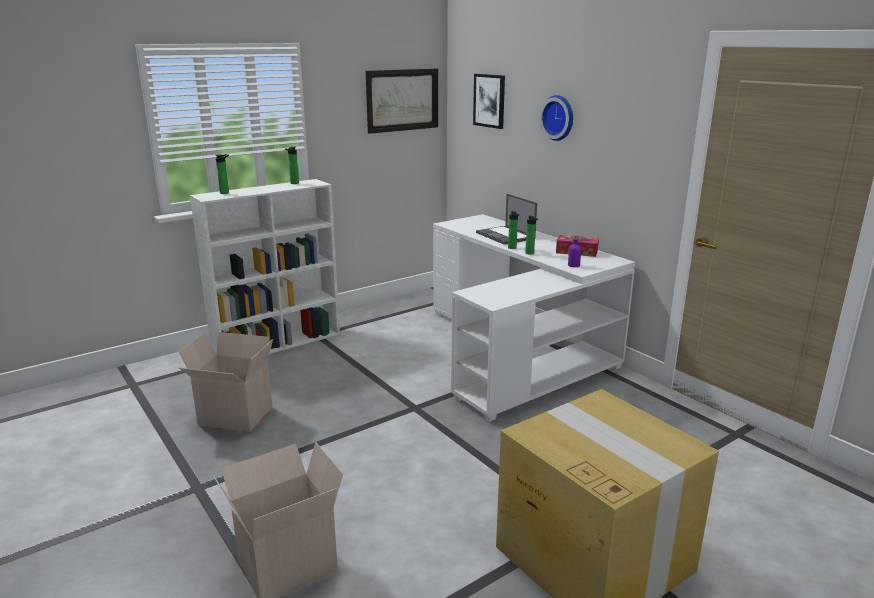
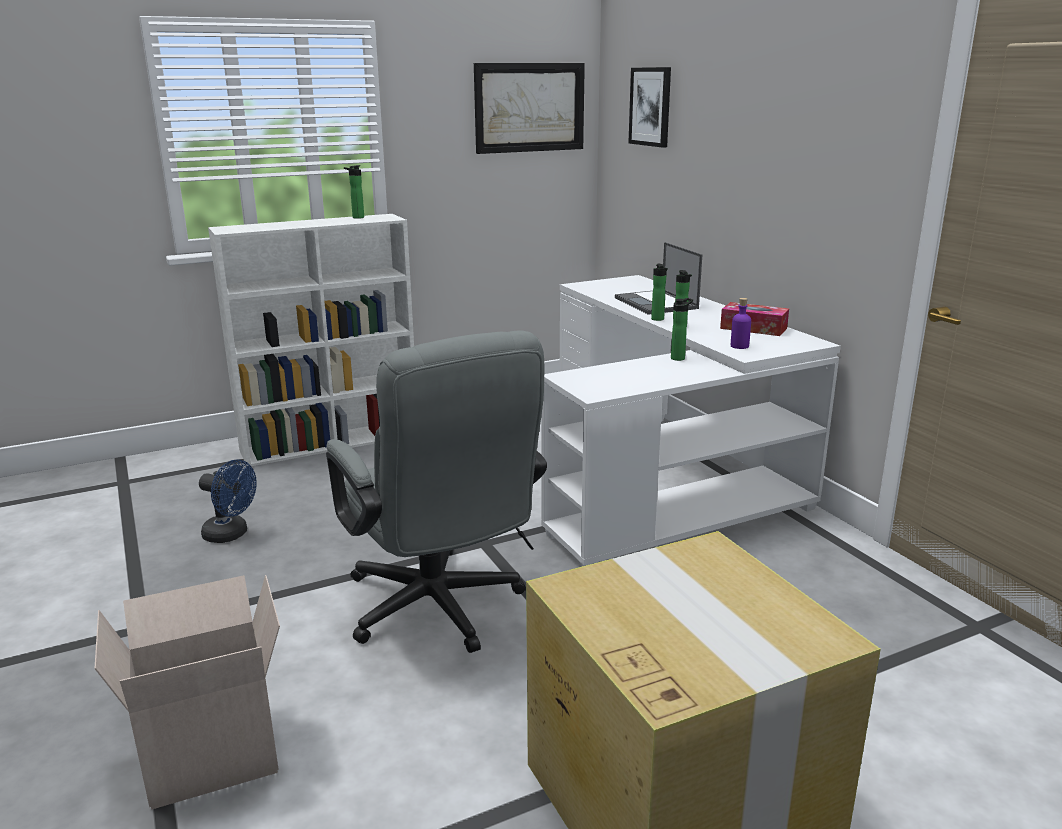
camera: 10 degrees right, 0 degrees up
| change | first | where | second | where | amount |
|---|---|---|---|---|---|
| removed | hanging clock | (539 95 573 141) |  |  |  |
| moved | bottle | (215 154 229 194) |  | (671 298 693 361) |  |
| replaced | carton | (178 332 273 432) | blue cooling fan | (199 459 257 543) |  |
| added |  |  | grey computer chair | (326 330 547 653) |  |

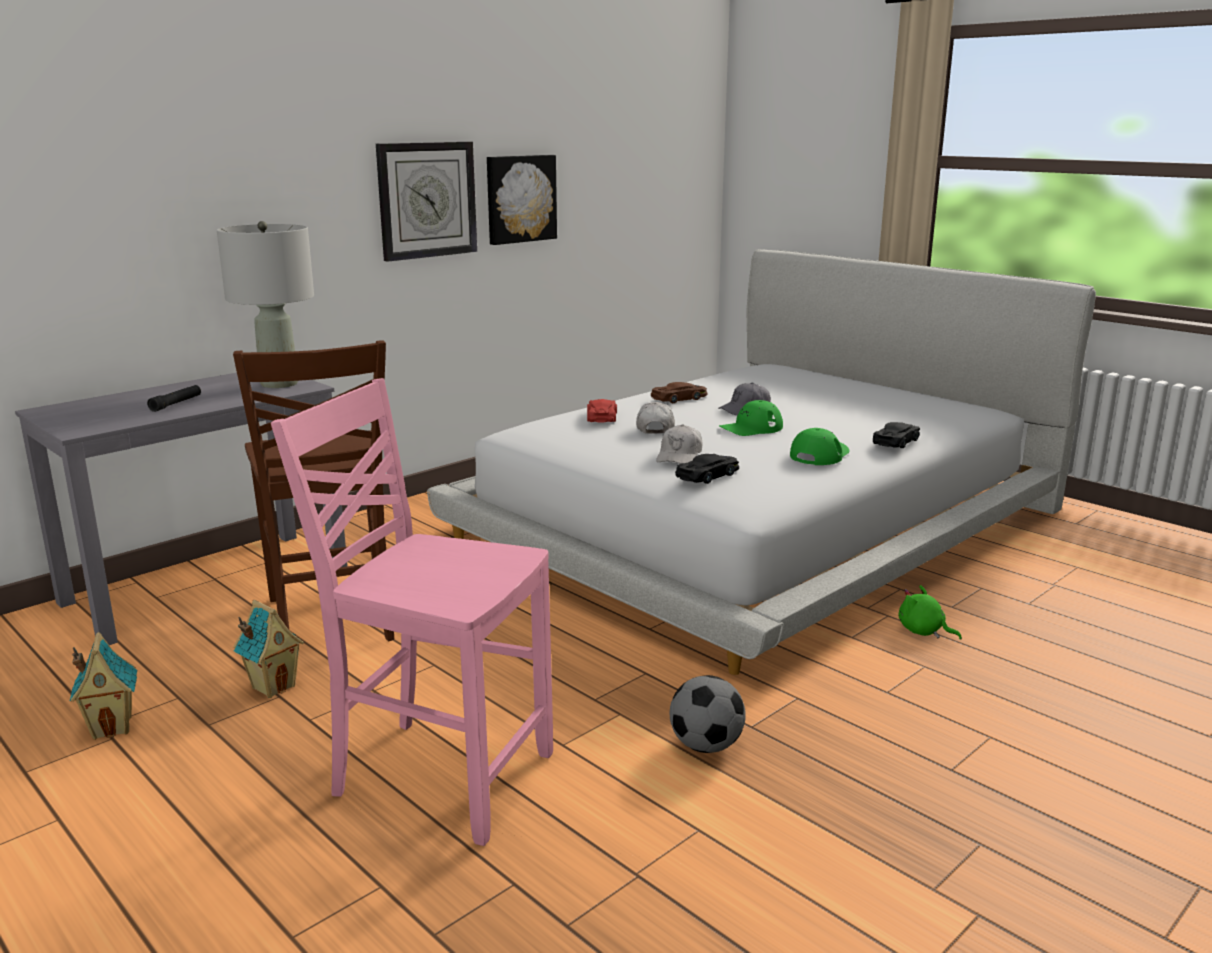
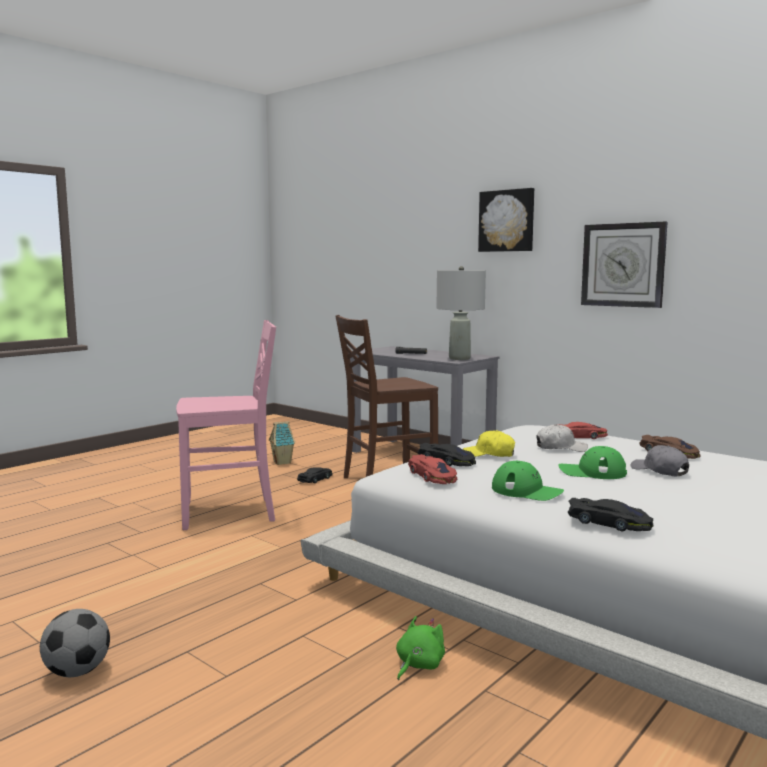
camera: 85 degrees right, 10 degrees down
| change | first | where | second | where | amount |
|---|---|---|---|---|---|
| moved | wall art | (487 155 557 245) |  | (478 188 534 252) |  |
| turned | pink chair | (271 378 553 846) |  | (176 320 276 530) | 60 degrees clockwise |
| turned | greenish peaked cap | (719 400 783 436) |  | (558 446 627 479) | 45 degrees counterclockwise |
| recoloured | white peaked cap | (656 424 703 464) | yellow-coloured peaked cap | (463 430 515 457) |  |
| replaced | toy house | (233 600 304 698) | blackish toy car | (297 467 333 483) |  |
| moved | ball for football | (670 675 746 753) |  | (40 609 110 677) |  |
| added |  |  | reddish toy car | (408 454 457 484) |  |

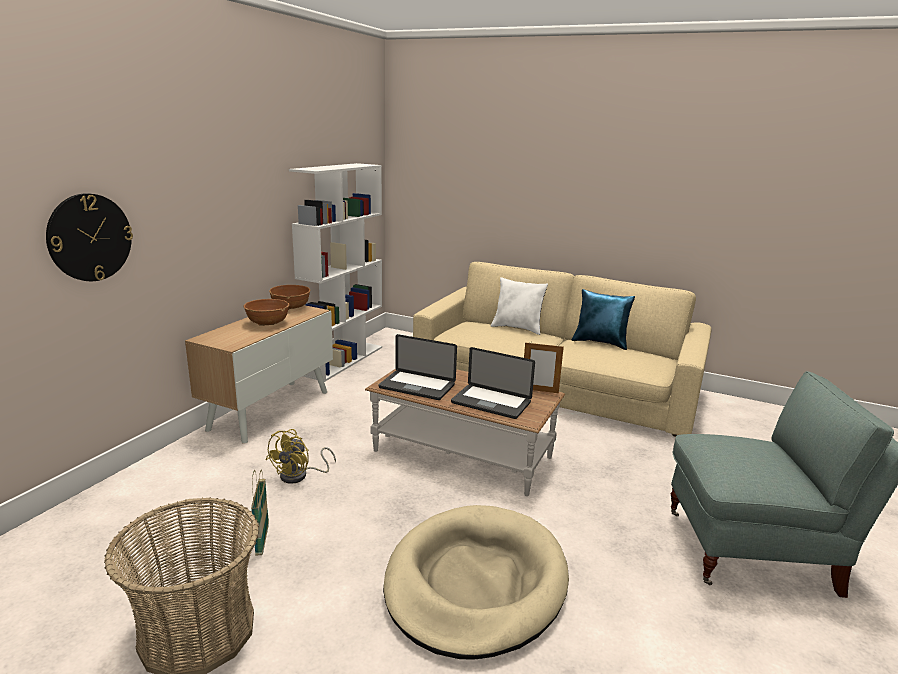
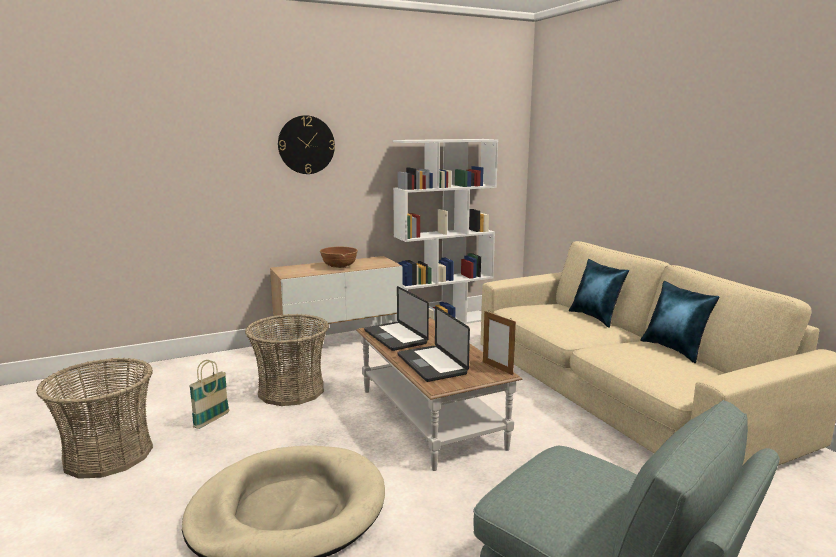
camera: 40 degrees right, 5 degrees down
| change | first | where | second | where | amount |
|---|---|---|---|---|---|
| moved | hanging clock | (46 193 133 281) |  | (278 115 335 174) |  |
| recoloured | white throw pillow | (491 277 548 335) | blue throw pillow | (569 259 629 327) |  |
| removed | brownish bowl | (269 285 310 310) |  |  |  |
| replaced | yellow-coloured cooling fan | (266 429 336 484) | household basket | (245 314 329 406) |  |

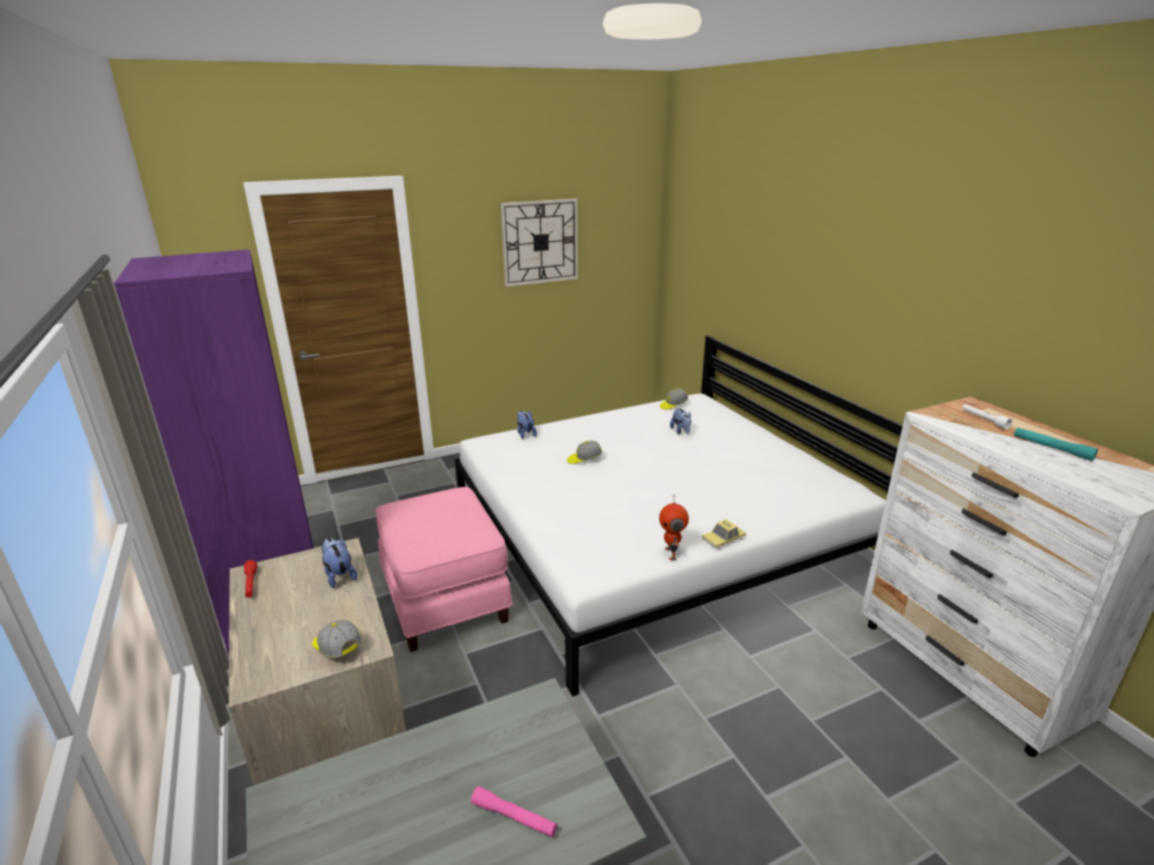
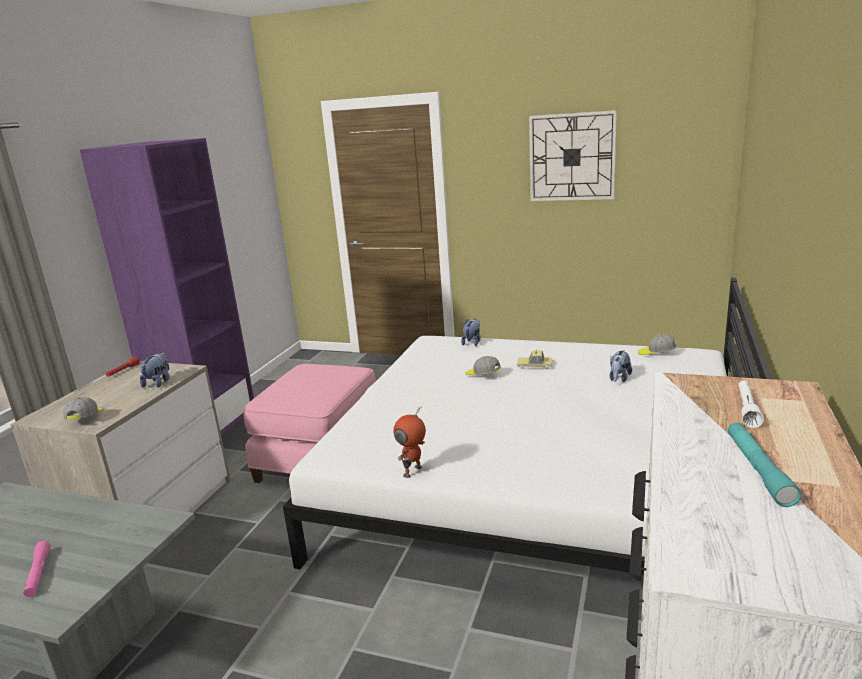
camera: 45 degrees right, 5 degrees down
| change | first | where | second | where | amount |
|---|---|---|---|---|---|
| moved | toy car | (702 519 746 549) |  | (517 349 552 369) |  |

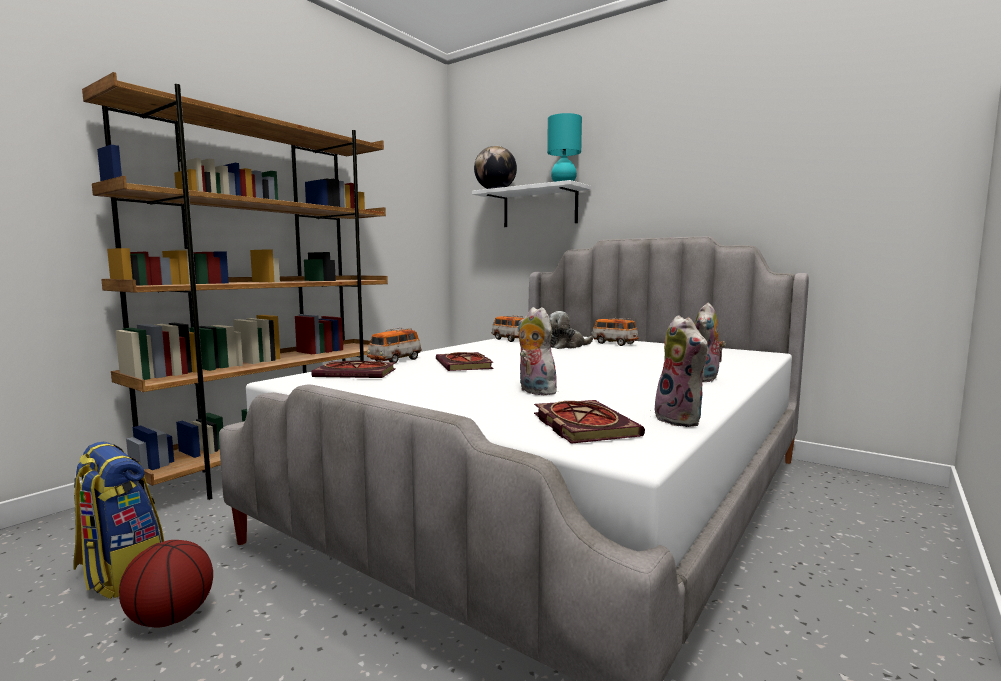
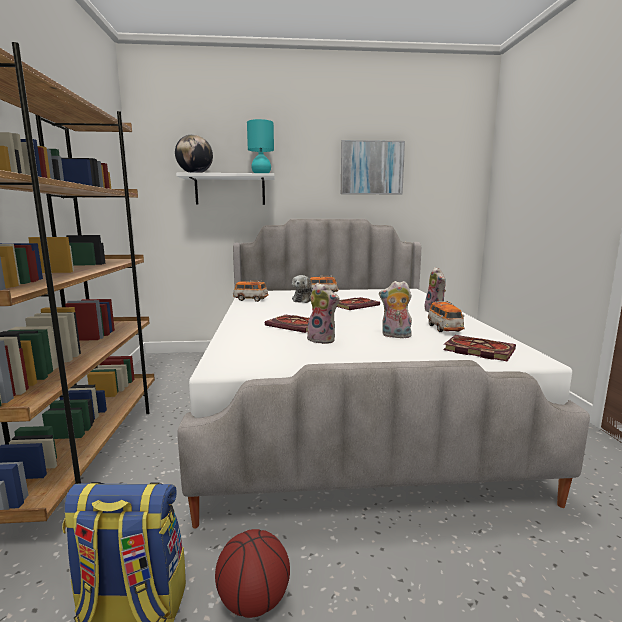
camera: 40 degrees left, 5 degrees up
| change | first | where | second | where | amount |
|---|---|---|---|---|---|
| moved | cuddly toy | (655 315 708 427) |  | (307 283 340 344) |  |
| moved | toy car | (367 327 422 363) |  | (428 301 465 332) |  |
| moved | book | (311 360 396 378) |  | (337 297 380 310) |  |
| added |  |  | wall art | (341 140 405 194) |  |

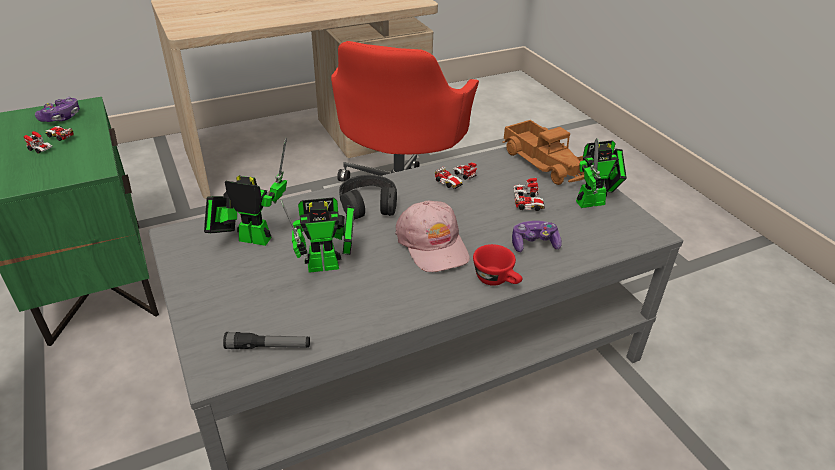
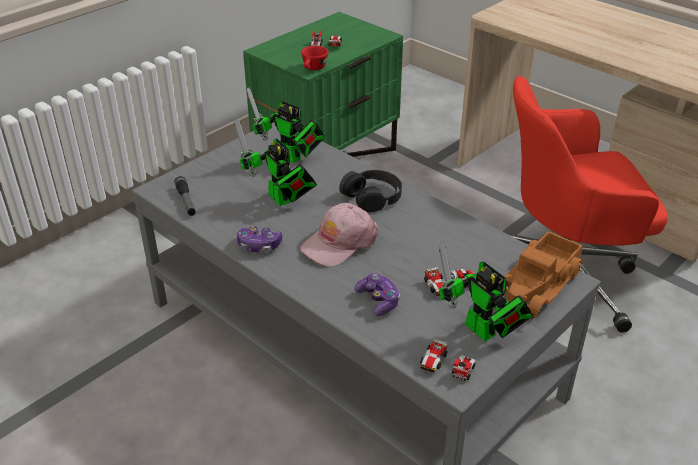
camera: 70 degrees right, 0 degrees up
| change | first | where | second | where | amount |
|---|---|---|---|---|---|
| moved | gamepad | (35 97 80 122) |  | (237 226 282 252) |  |
| turned | robot figure | (204 138 287 246) |  | (247 87 325 163) | 135 degrees clockwise |
| moved | toy car | (435 162 477 189) |  | (420 339 475 381) |  |
| moved | reddish small cup | (473 244 523 286) |  | (301 46 328 70) |  |

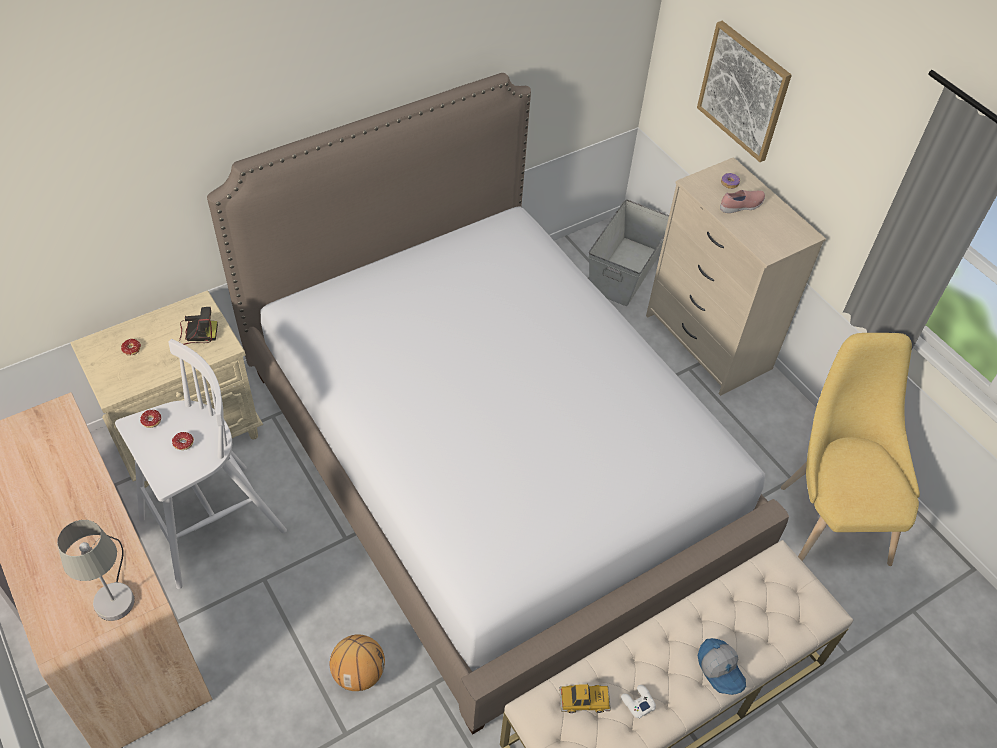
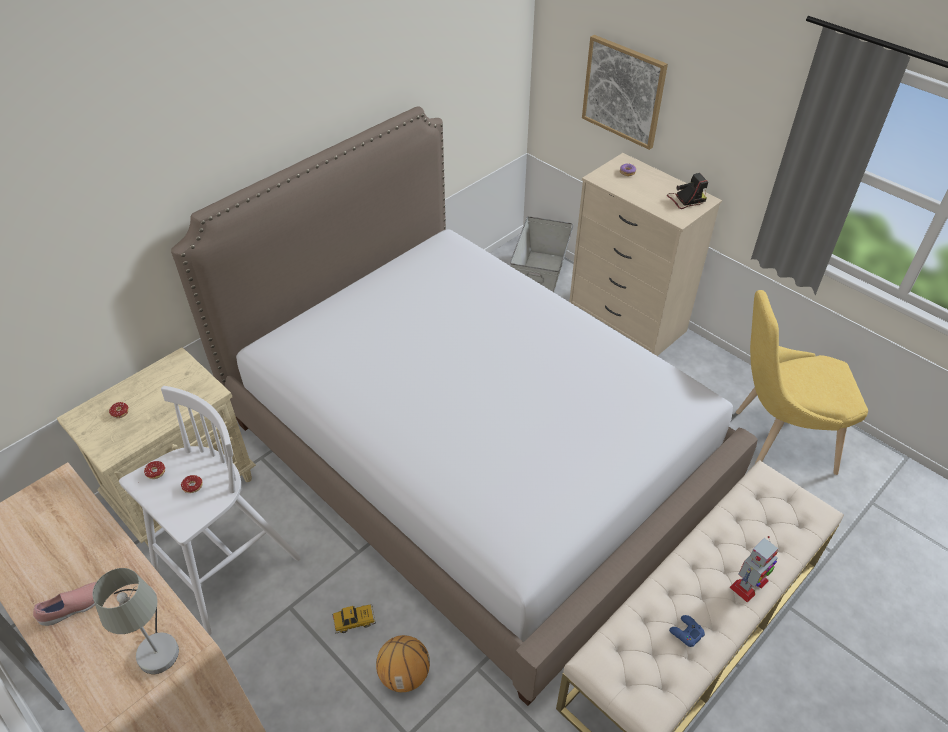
camera: 10 degrees left, 5 degrees down
| change | first | where | second | where | amount |
|---|---|---|---|---|---|
| moved | pink low shoe | (720 190 765 213) |  | (33 582 96 626) |  |
| moved | photo camera | (179 307 218 345) |  | (667 173 708 209) |  |
| turned | yellow-coloured chair | (781 333 920 566) |  | (736 290 868 475) | 75 degrees counterclockwise |
| replaced | peaked cap | (698 638 746 695) | robot figure | (729 536 778 602) |  |
| moved | toy car | (559 683 611 713) |  | (332 604 376 634) |  |
| recoloured | white gamepad | (621 685 656 719) | blue gamepad | (669 615 705 647) |  |

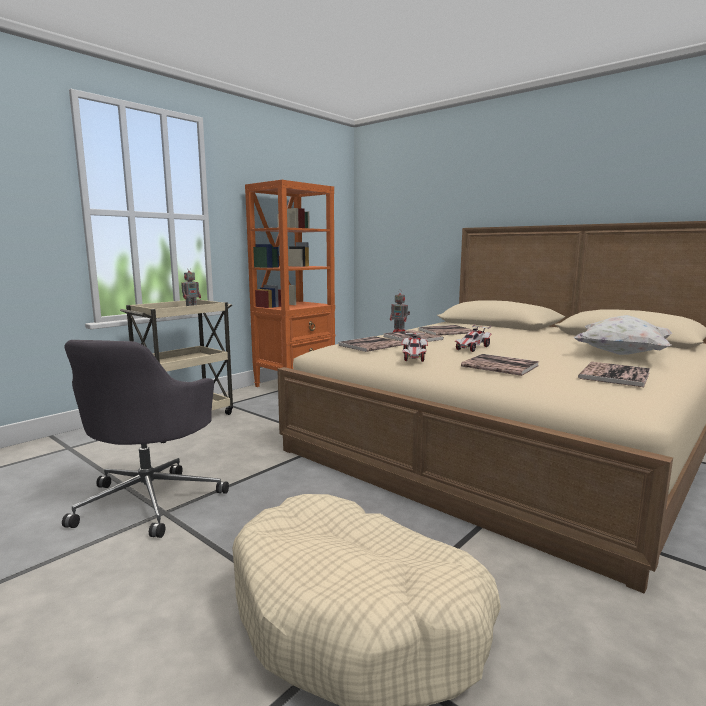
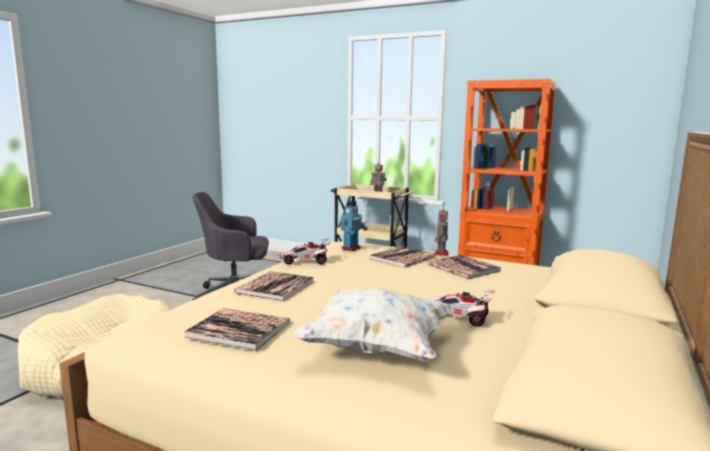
camera: 75 degrees right, 0 degrees up
| change | first | where | second | where | amount |
|---|---|---|---|---|---|
| moved | toy car | (455 324 492 352) |  | (431 290 496 327) |  |
| replaced | book | (338 336 402 352) | robot figure | (341 201 368 251) |  |

